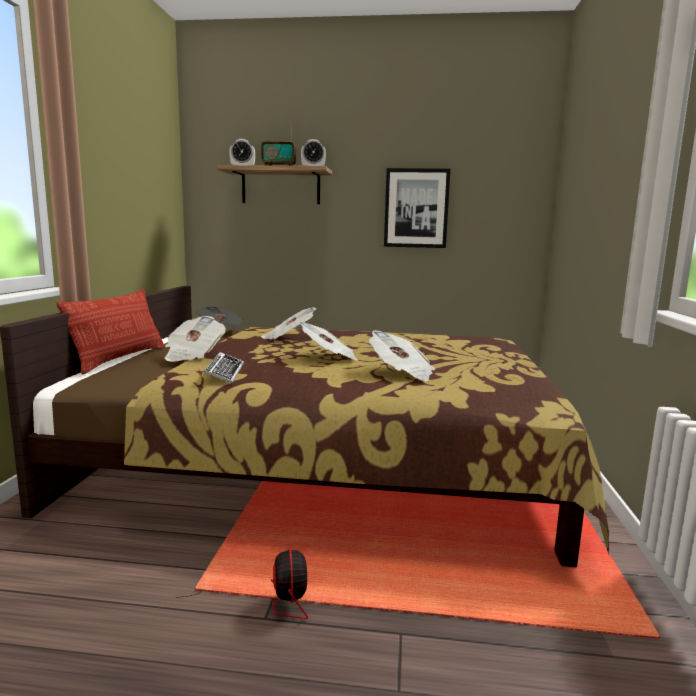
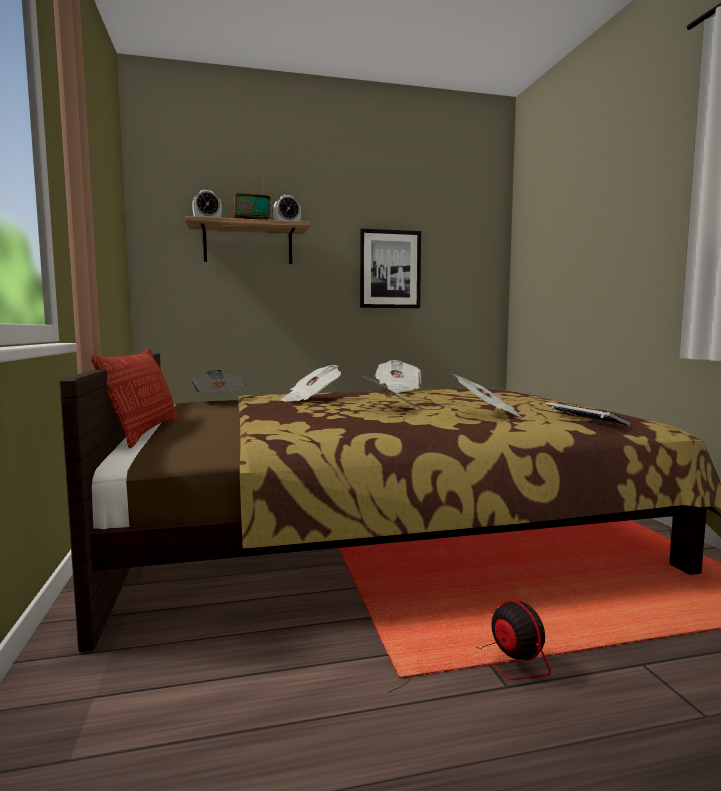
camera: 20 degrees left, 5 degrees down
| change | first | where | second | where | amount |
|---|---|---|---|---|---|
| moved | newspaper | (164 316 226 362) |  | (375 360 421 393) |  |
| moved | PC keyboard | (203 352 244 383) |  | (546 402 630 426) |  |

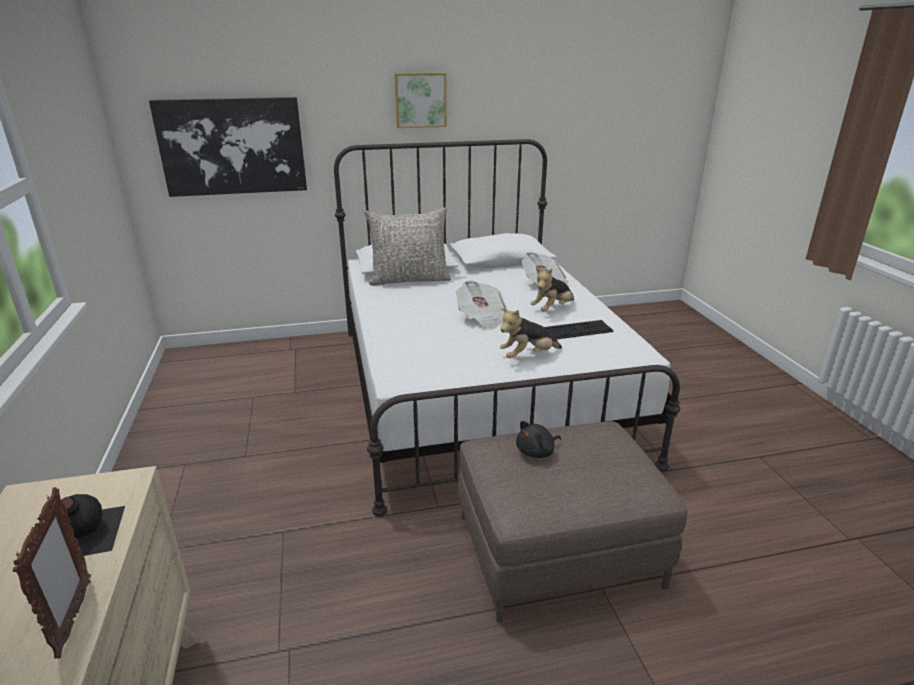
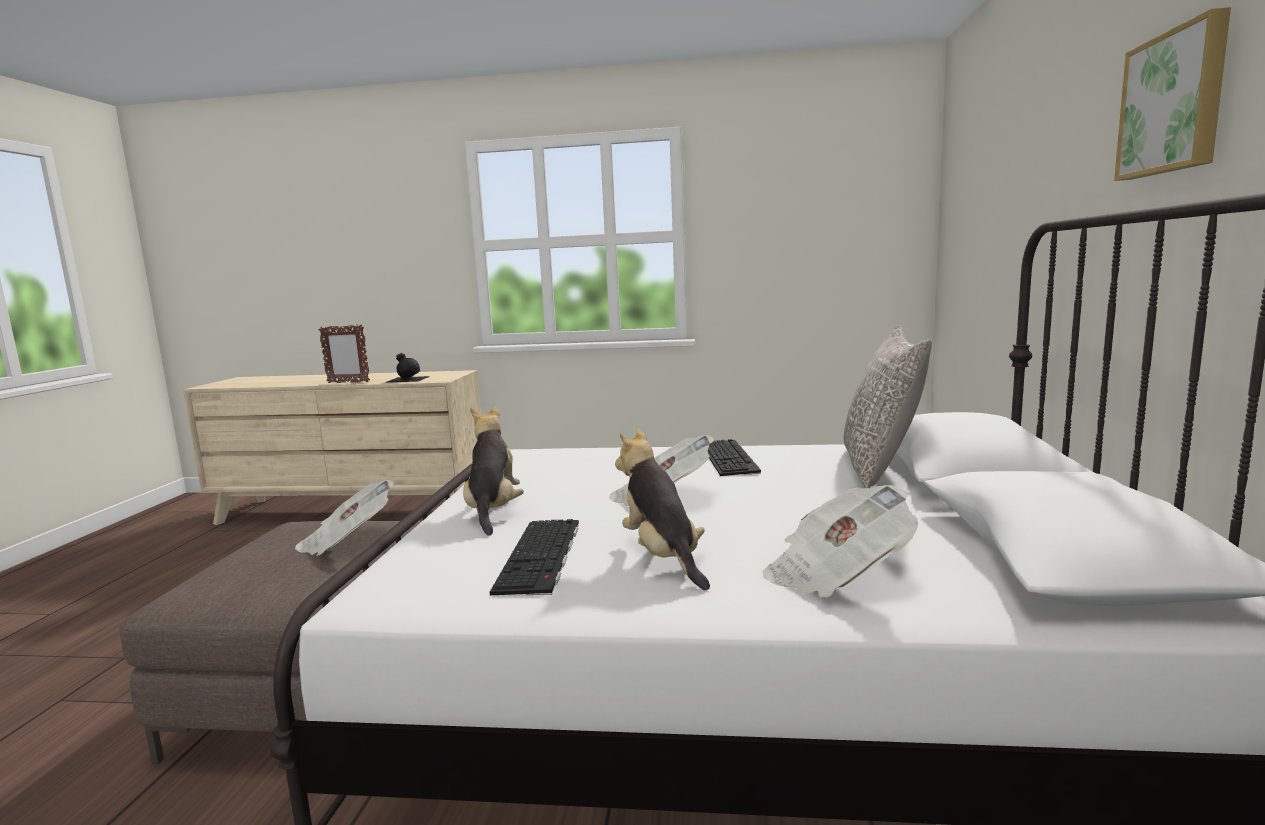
camera: 110 degrees right, 15 degrees down
| change | first | where | second | where | amount |
|---|---|---|---|---|---|
| removed | wall art | (149 97 307 197) |  |  |  |
| replaced | blackish cuddly toy | (516 421 561 458) | newspaper | (295 480 394 556) |  |
| added |  |  | PC keyboard | (708 439 761 476) |  |

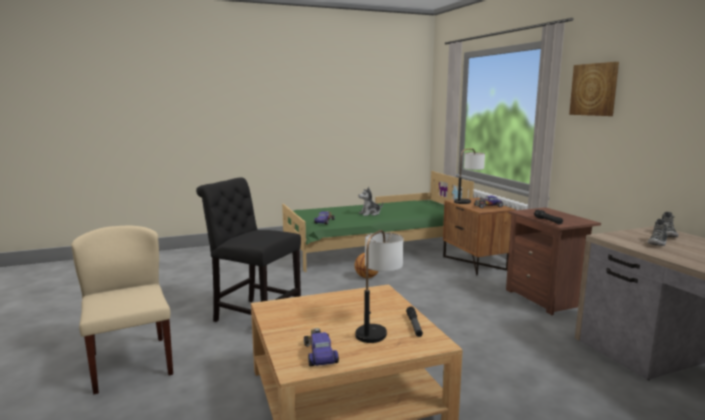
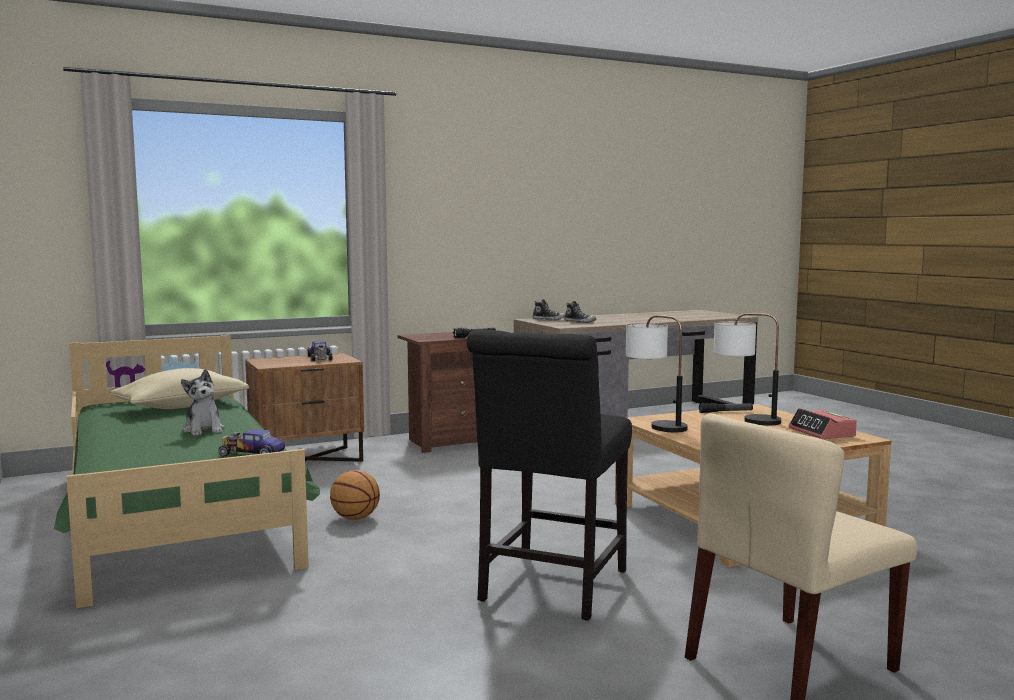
camera: 95 degrees left, 5 degrees down
| change | first | where | second | where | amount |
|---|---|---|---|---|---|
| removed | wall art | (569 62 619 116) |  |  |  |
| moved | table lamp | (454 148 485 204) |  | (626 315 688 432) |  |
| replaced | toy car | (304 328 339 366) | alarm clock | (789 408 857 439) |  |
| added |  |  | sand-coloured throw pillow | (110 368 249 409) |  |

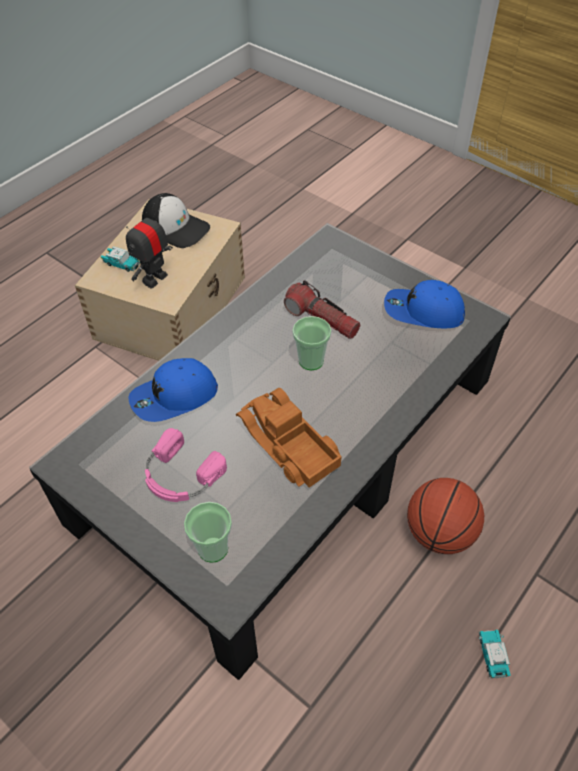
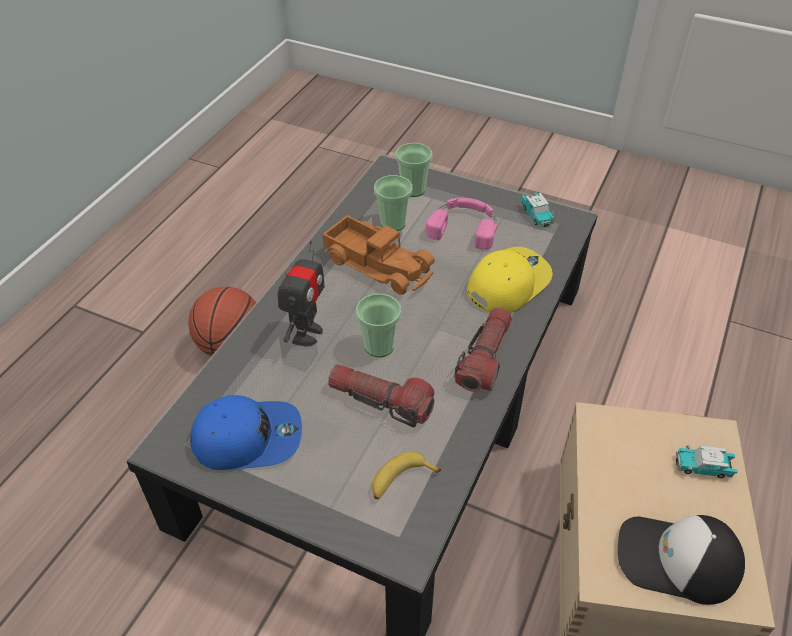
camera: 165 degrees right, 5 degrees down
| change | first | where | second | where | amount |
|---|---|---|---|---|---|
| moved | robot figure | (126 203 173 289) |  | (278 241 325 347) |  |
| recoloured | blue peaked cap | (128 358 218 422) | yellow-coloured peaked cap | (467 247 553 313) |  |
| moved | toy car | (479 630 511 678) |  | (521 193 554 227) |  |
| added |  |  | small cup | (374 175 412 231) |  |
| added |  |  | flashlight | (454 307 512 392) |  |
| added |  |  | banana | (372 452 441 499) |  |

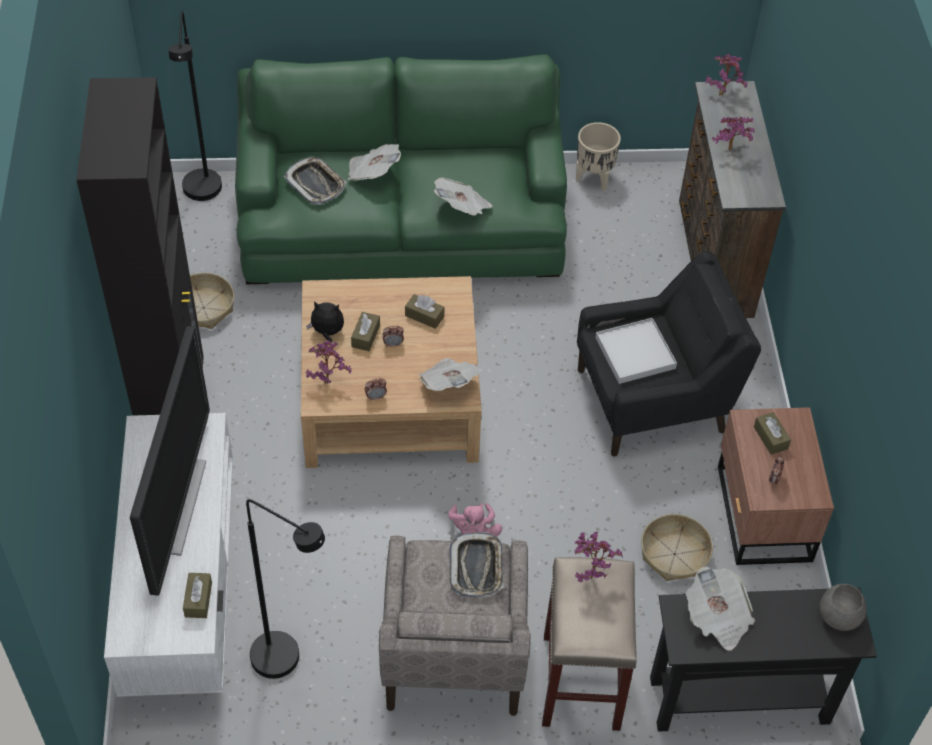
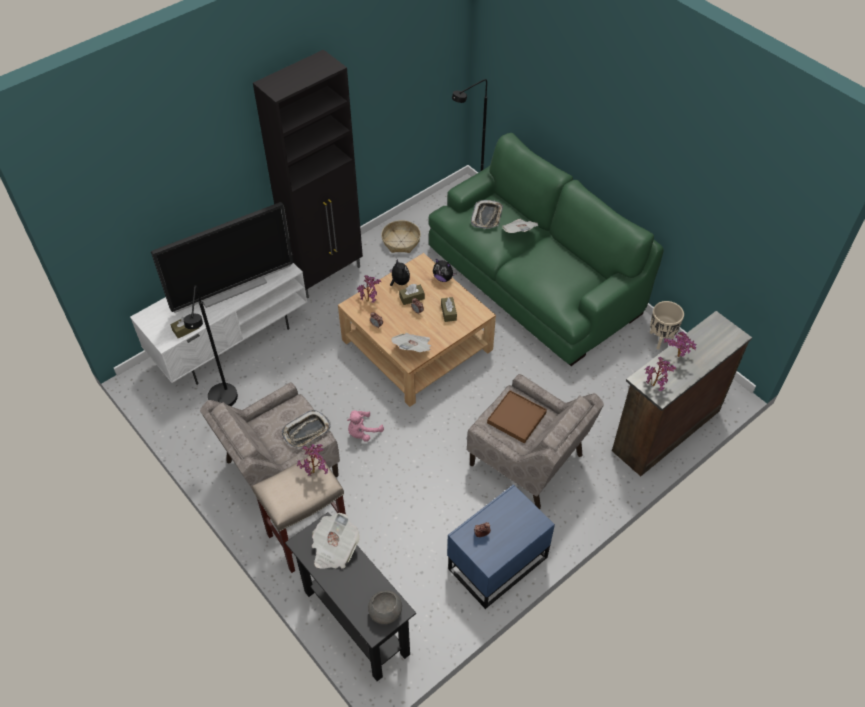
camera: 55 degrees right, 0 degrees up
| change | first | where | second | where | amount |
|---|---|---|---|---|---|
| moved | houseplant | (705 54 747 96) |  | (644 357 676 391) |  |
| removed | newspaper | (434 177 492 216) |  |  |  |
| recoloured | blackish lounge chair | (577 251 761 456) | sand-coloured lounge chair | (467 374 604 509) |  |
| recoloured | white tray | (596 318 677 384) | brownish tray | (487 390 547 443) |  |
| recoloured | brownish nightstand | (718 407 834 565) | blue nightstand | (447 484 555 609) |  |
| removed | brownish tissue box | (754 412 791 455) |  |  |  |
| removed | household basket | (641 514 713 581) |  |  |  |
| added |  |  | cuddly toy | (433 259 457 282) |  |

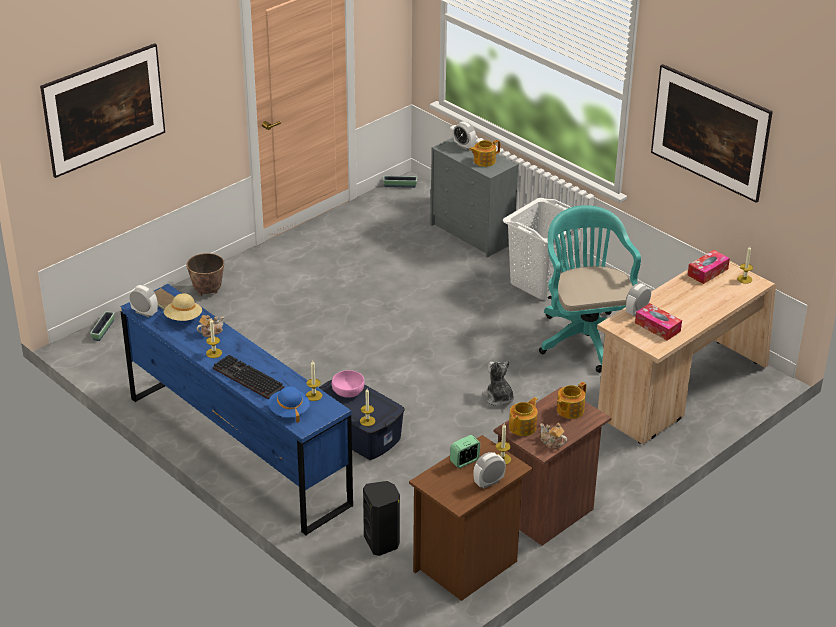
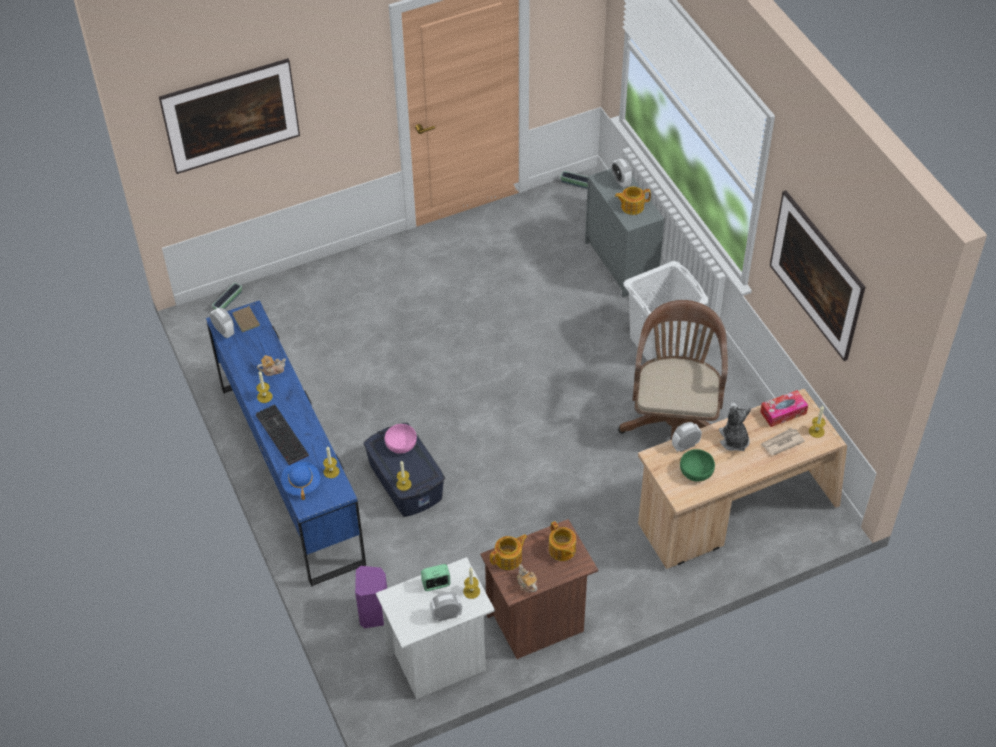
camera: 20 degrees right, 15 degrees up
| change | first | where | second | where | amount |
|---|---|---|---|---|---|
| recoloured | turquoise-coloured computer chair | (539 205 641 373) | brownish computer chair | (618 300 728 440) |  |
| removed | planter | (187 253 224 296) |  |  |  |
| removed | sand-coloured hat | (164 293 202 321) |  |  |  |
| replaced | tissue box | (635 303 682 341) | greenish bowl | (680 449 715 481) |  |
| moved | cuddly toy | (482 361 514 406) |  | (719 403 751 451) |  |
| turned | teapot | (557 382 586 419) |  | (549 521 576 561) | 90 degrees counterclockwise |
| recoloured | brownish nightstand | (409 435 533 601) | white nightstand | (376 557 495 699) |  |
| recoloured | blackish speaker | (363 481 400 556) | purple-coloured speaker | (355 566 387 628) |  |
| added |  |  | newspaper | (761 428 805 456) |  |

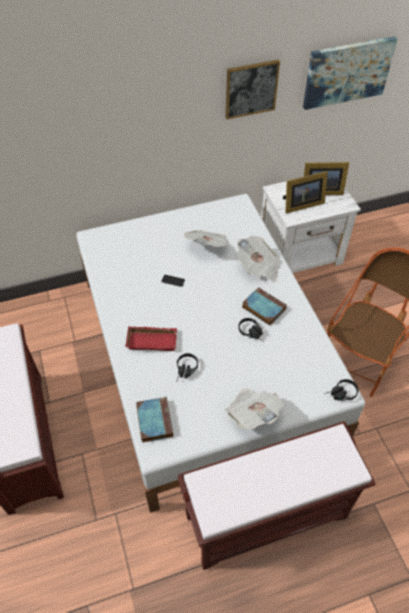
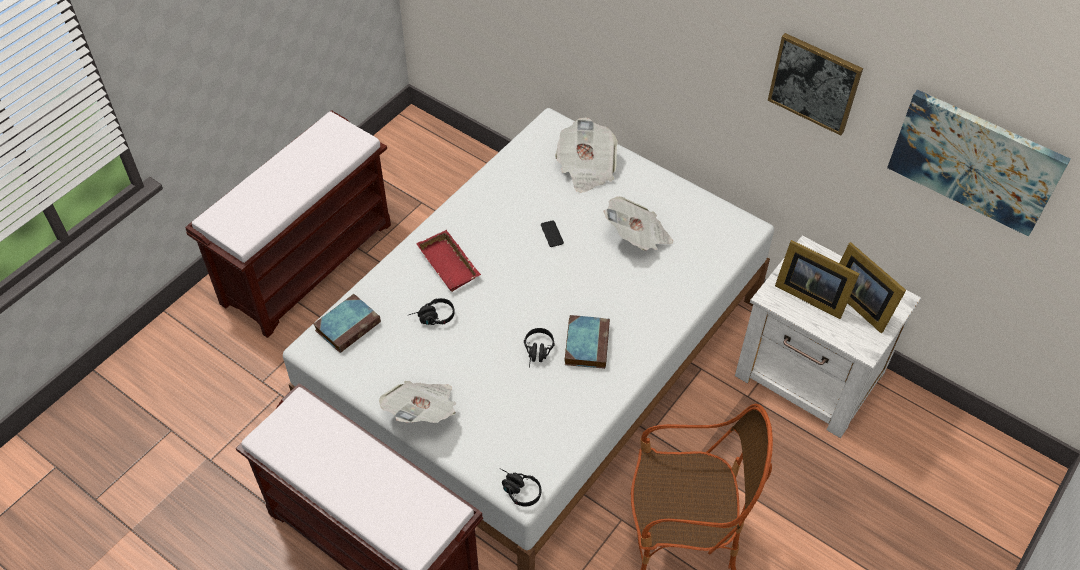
camera: 55 degrees right, 0 degrees up
| change | first | where | second | where | amount |
|---|---|---|---|---|---|
| moved | newspaper | (237 236 280 282) |  | (555 118 618 193) |  |

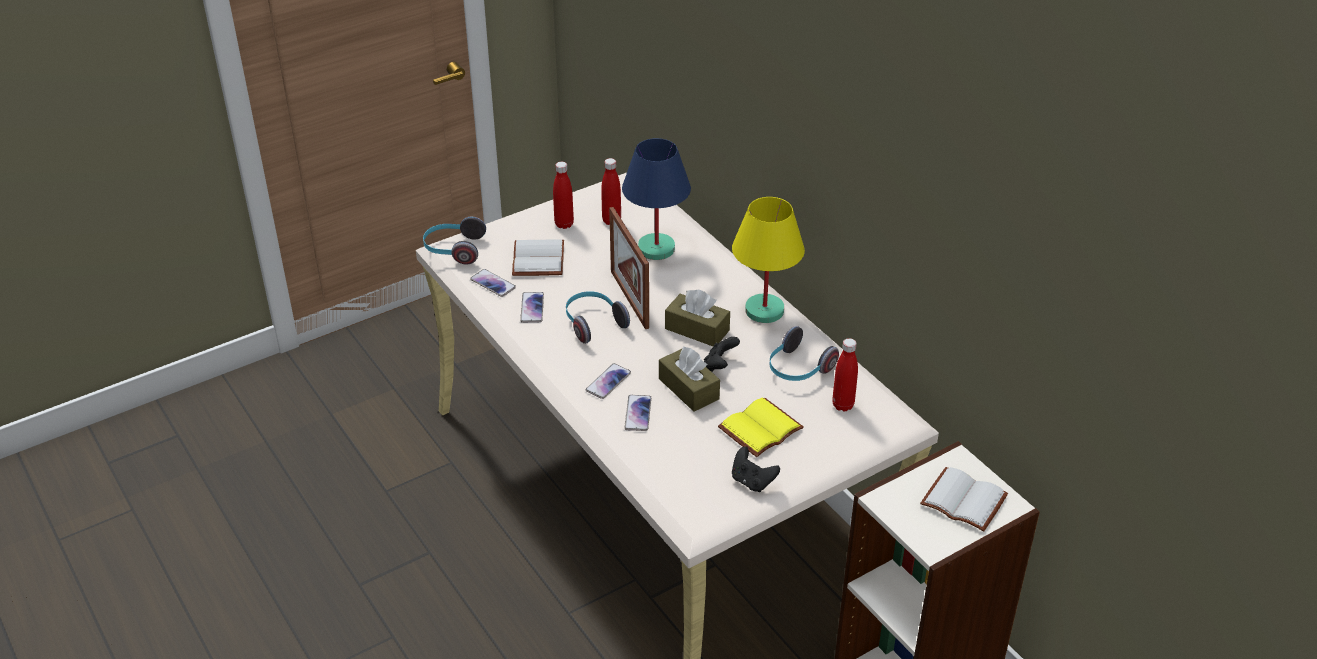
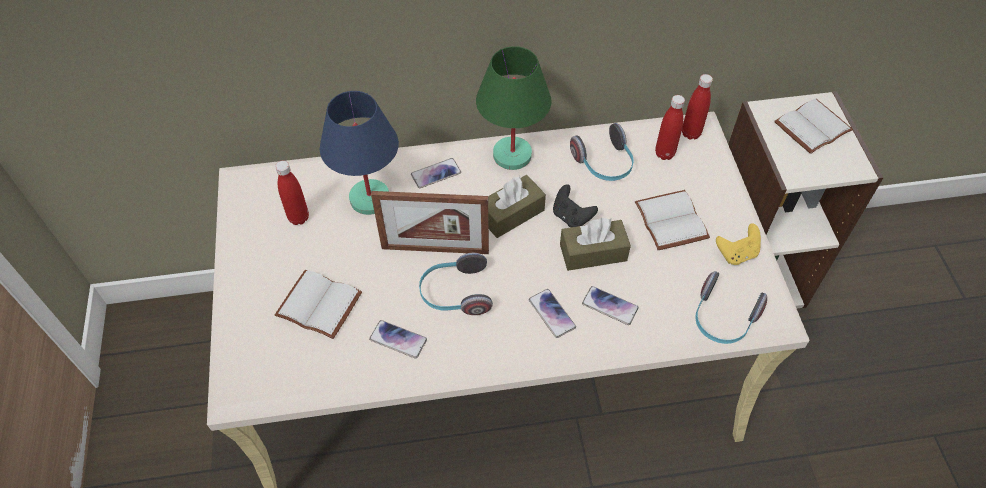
camera: 65 degrees left, 15 degrees up
| change | first | where | second | where | amount |
|---|---|---|---|---|---|
| moved | reddish bottle | (553 162 574 229) |  | (682 74 713 140) |  |
| recoloured | yellow-coloured table lamp | (732 197 805 323) | greenish table lamp | (476 46 552 170) |  |
| moved | headphones | (423 217 486 265) |  | (695 271 767 344) |  |
| moved | telephone | (470 269 516 297) |  | (411 158 461 188) |  |
| recoloured | yellow-coloured book | (718 398 804 457) | white book | (635 190 710 250) |  |
| recoloured | blackish gamepad | (732 446 780 492) | yellow-coloured gamepad | (716 223 761 265) |  |

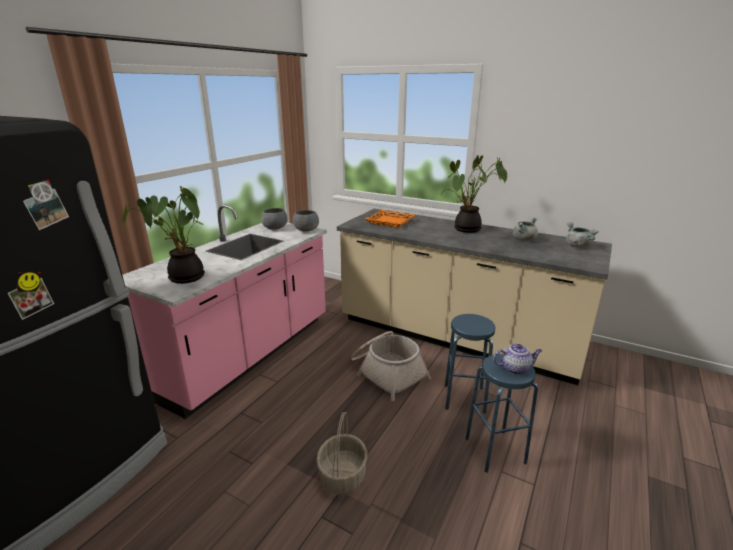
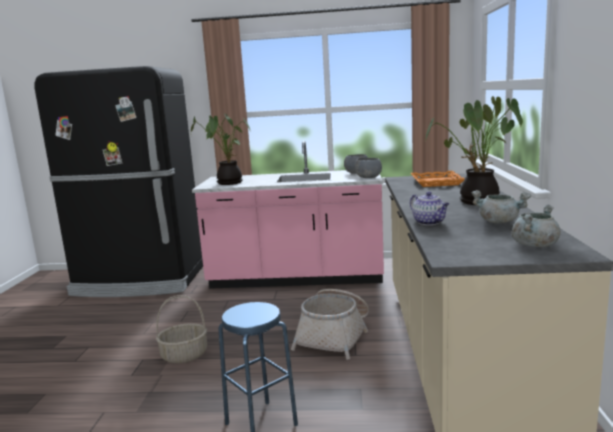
camera: 65 degrees right, 10 degrees down
| change | first | where | second | where | amount |
|---|---|---|---|---|---|
| removed | blue stool | (445 314 495 414) |  |  |  |
| moved | teapot | (493 344 542 375) |  | (410 191 449 225) |  |

